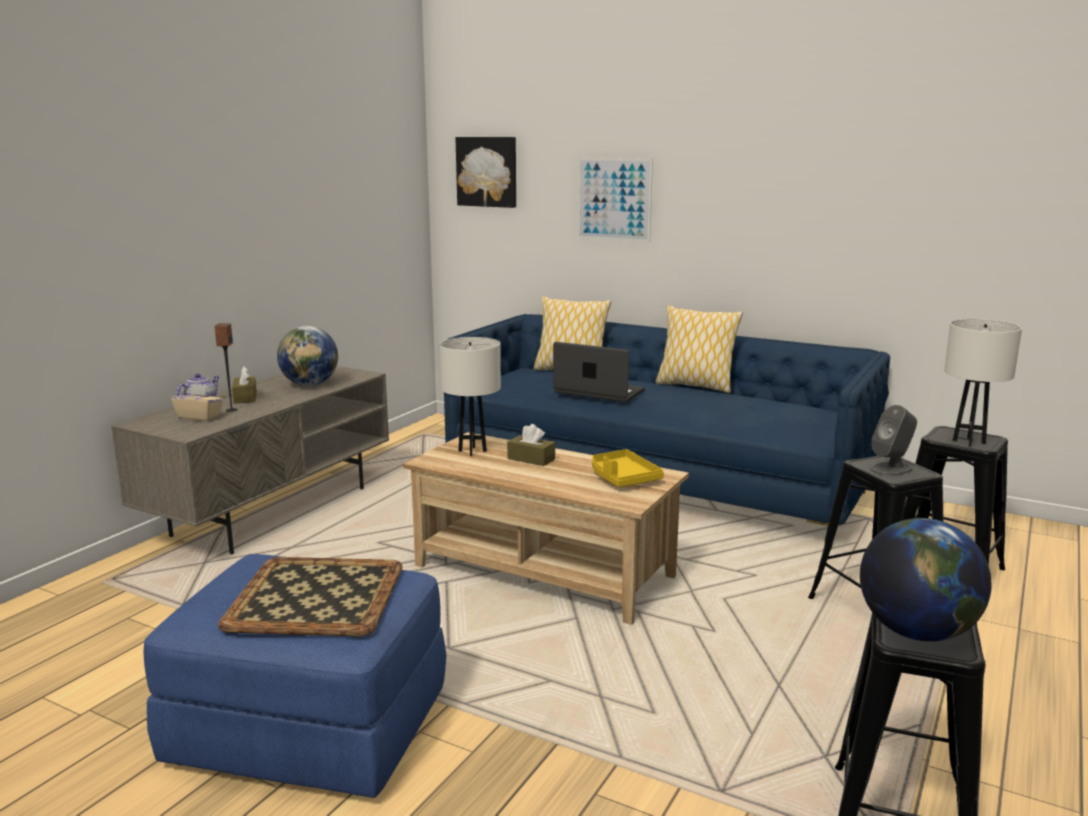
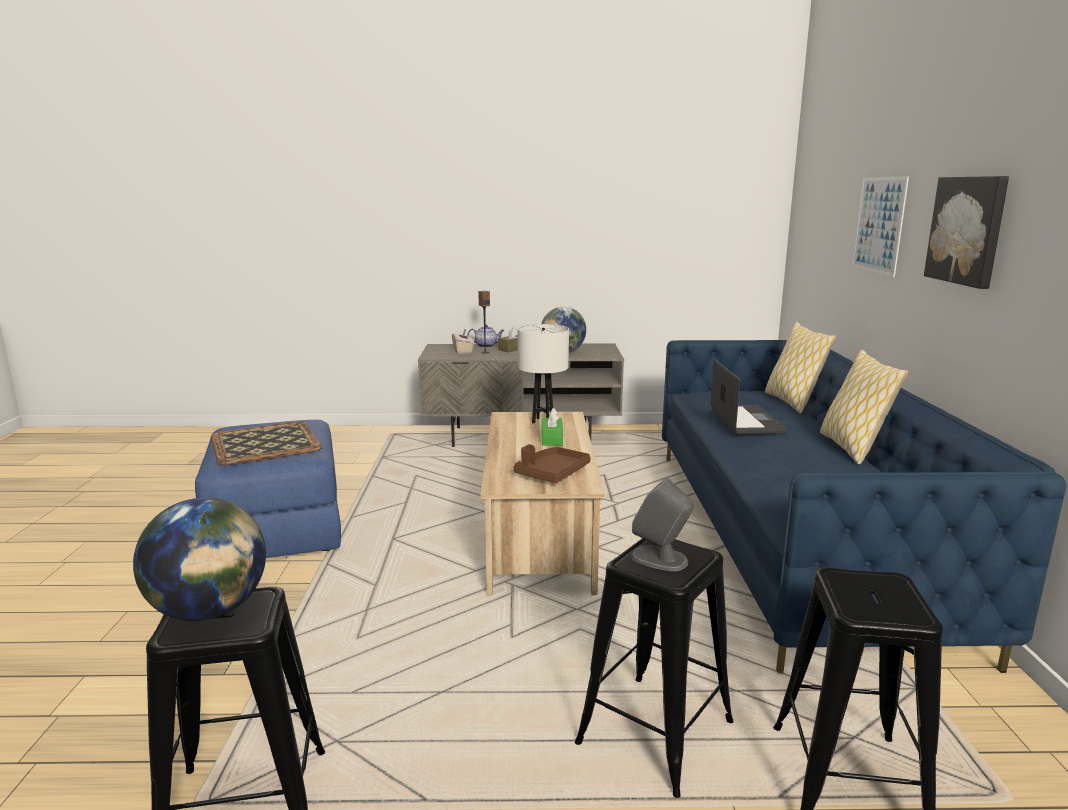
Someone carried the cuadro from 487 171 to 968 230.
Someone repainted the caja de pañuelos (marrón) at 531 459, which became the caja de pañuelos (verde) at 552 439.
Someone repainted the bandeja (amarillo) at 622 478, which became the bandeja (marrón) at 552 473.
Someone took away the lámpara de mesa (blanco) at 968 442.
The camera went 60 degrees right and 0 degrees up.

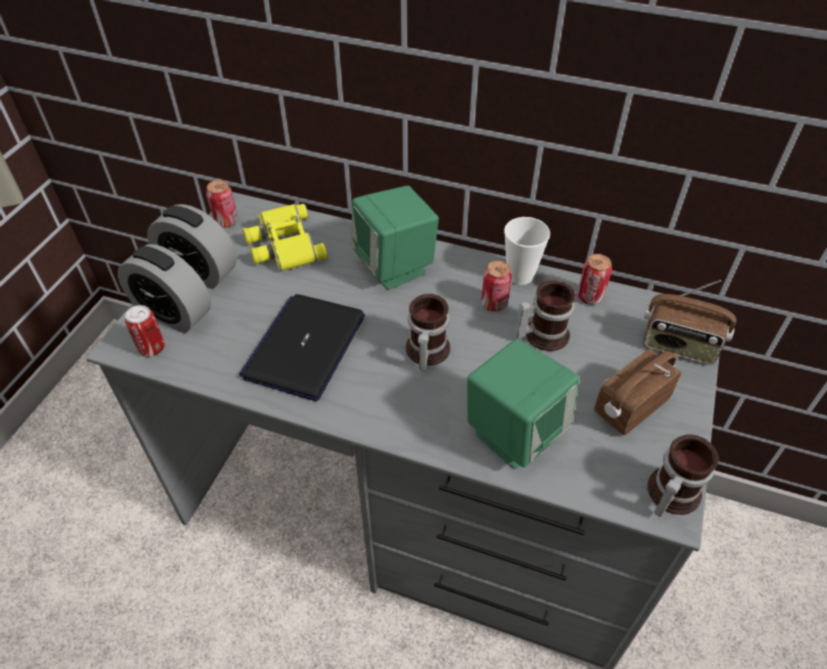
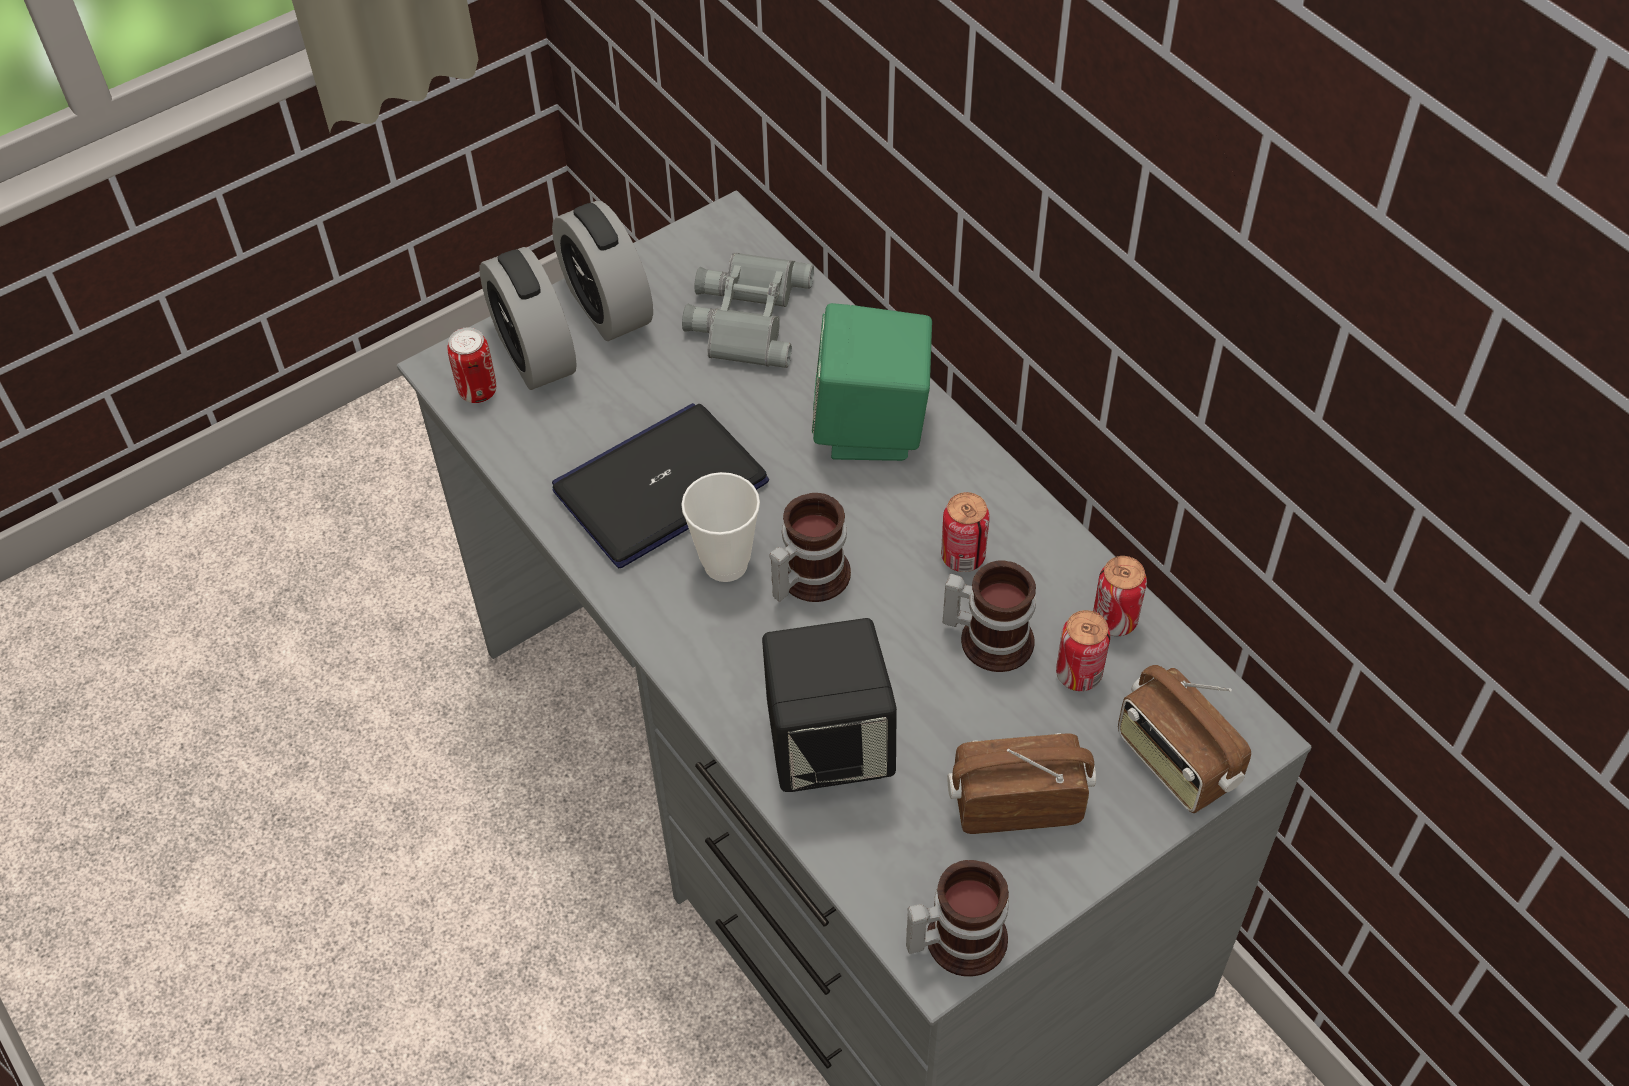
Someone carried the lata from 226 221 to 1078 674.
Someone repainted the prismáticos (amarillo) at 283 244, which became the prismáticos (gris) at 745 316.
Someone repainted the altavoz (verde) at 514 432, which became the altavoz (negro) at 829 747.
Someone carried the taza from 520 276 to 726 564.
The camera went 35 degrees right and 5 degrees up.

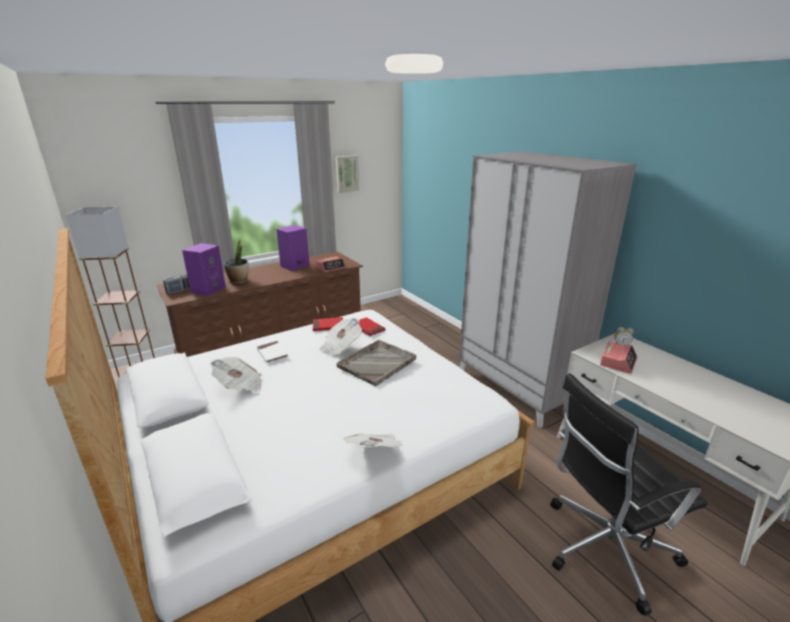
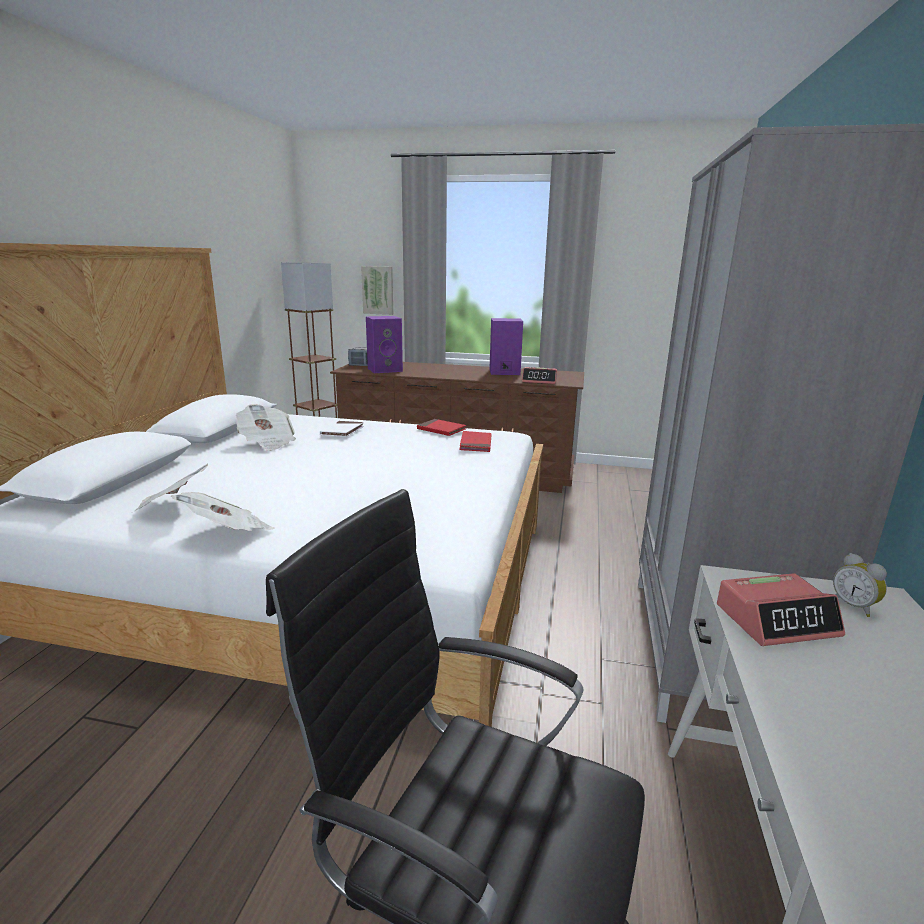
Someone took away the planta en maceta at 239 281.
Someone carried the periódico from 341 346 to 173 507.
Someone carried the cuadro from 347 174 to 378 290.
Someone took away the bandeja (gris) at 377 363.
The camera went 45 degrees right and 5 degrees down.

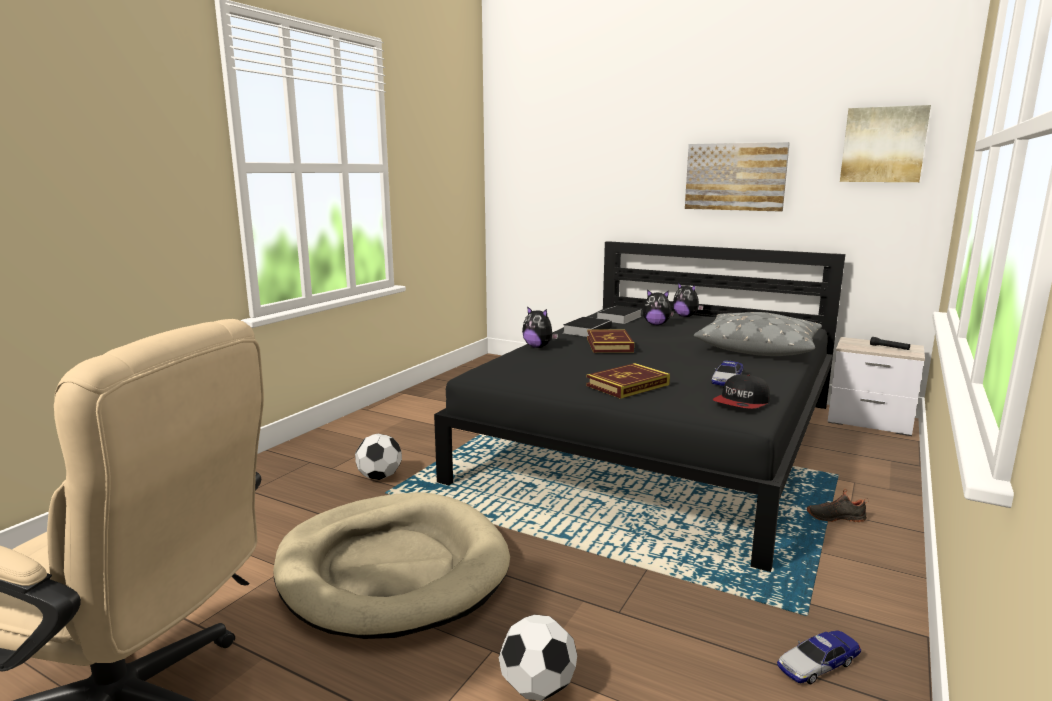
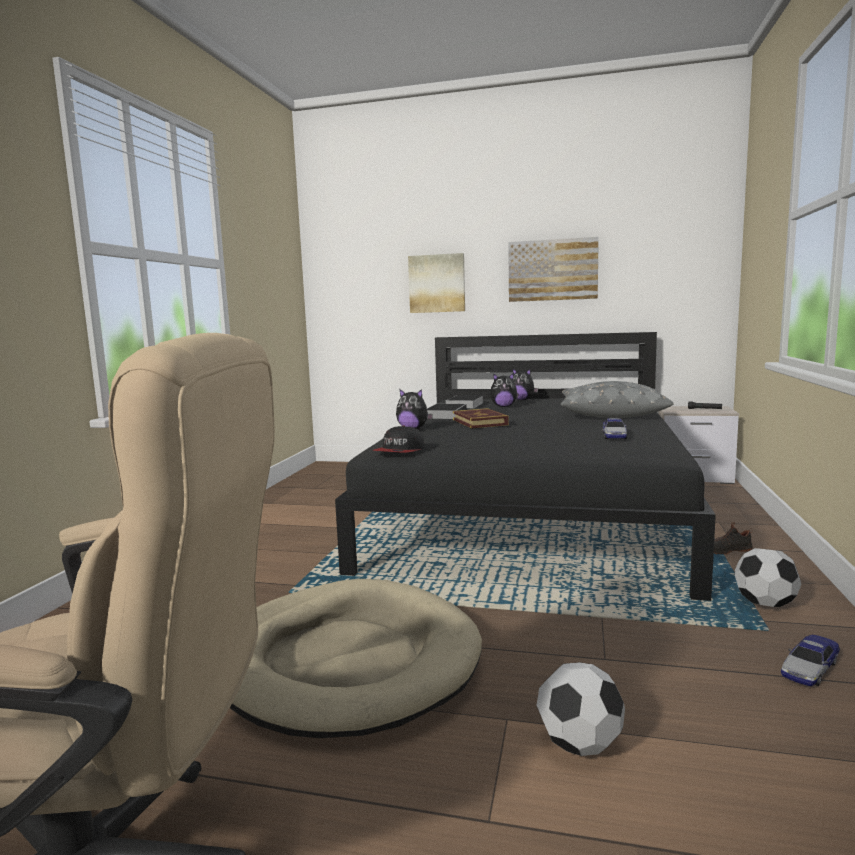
Someone carried the balón de fútbol from 380 477 to 765 604.
Someone took away the libro at 628 385.
Someone carried the gorra from 742 403 to 400 451.
Someone carried the cuadro from 883 145 to 437 283.
The camera went 15 degrees left and 5 degrees down.

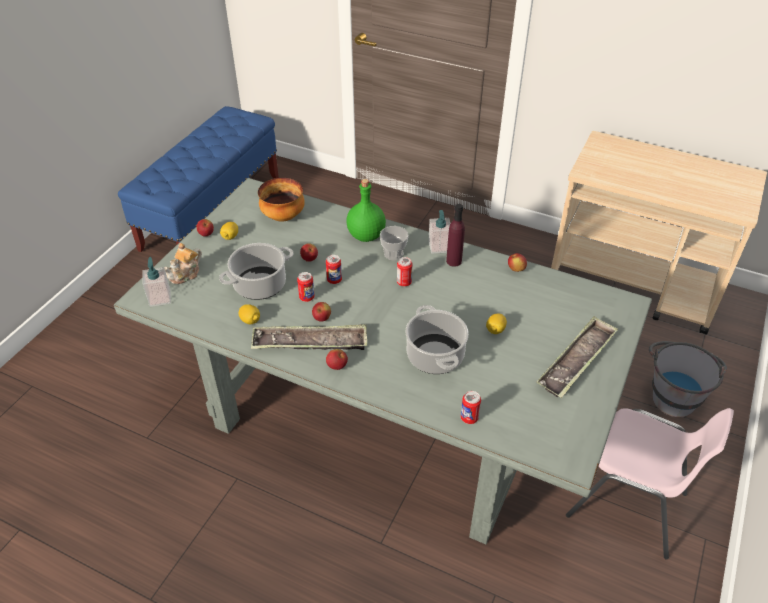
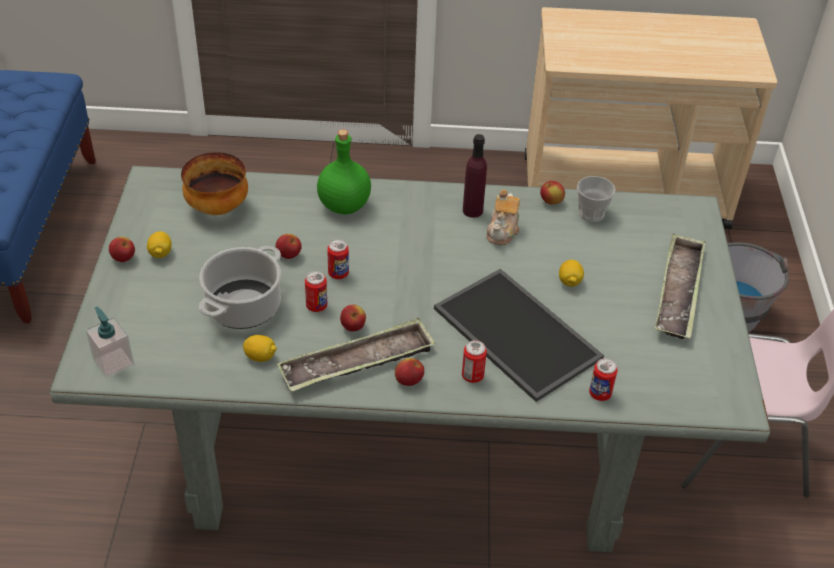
Someone carried the tetera from 186 274 to 503 231.
Someone carried the taza from 393 254 to 591 213.
Someone carried the lata from 404 282 to 472 376.
Someone swapped the olla at 435 356 for the bandeja at 520 333.
Someone took away the dispensador de jabón at 439 247.
The camera went 25 degrees left and 0 degrees up.

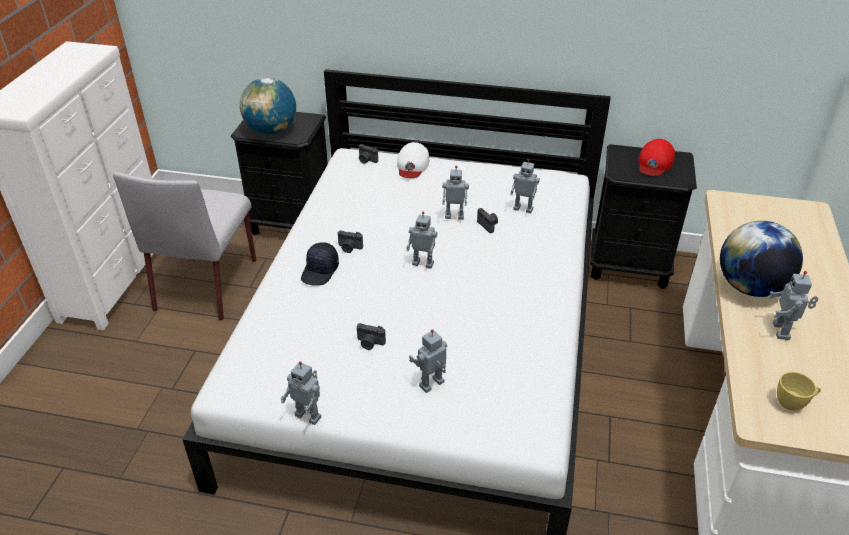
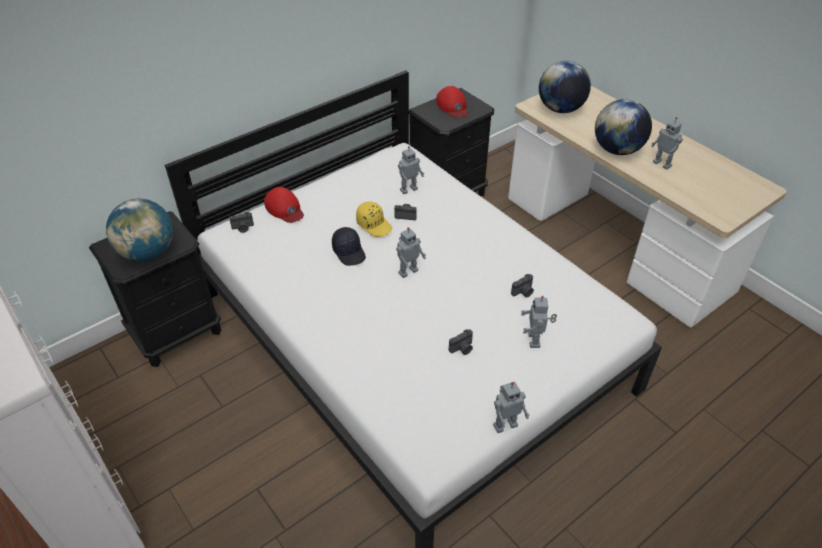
Someone took away the silla (gris) at 207 283.
Someone carried the gorra (negro) from 320 271 to 349 252.
Someone carried the cámara from 349 248 to 523 292.
Someone repainted the gorra (blanco) at 412 165, which became the gorra (rojo) at 284 208.
Someone swapped the robot de juguete at 454 216 for the gorra (amarillo) at 374 224.
Someone took away the taza (amarillo) at 793 403.
Someone put down the globo terráqueo at 560 109.
The camera went 50 degrees left and 5 degrees up.

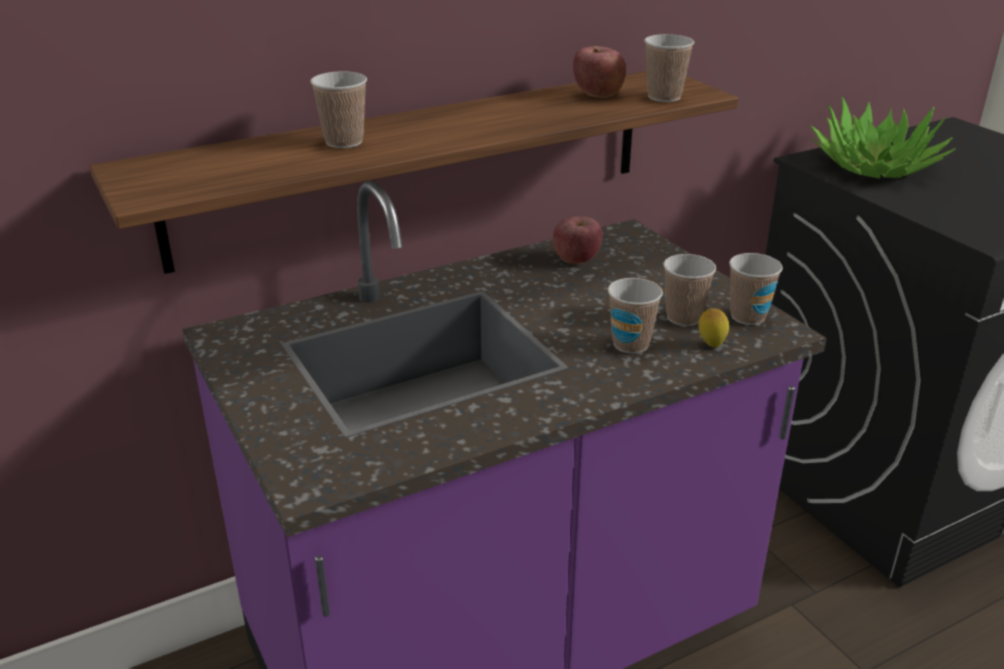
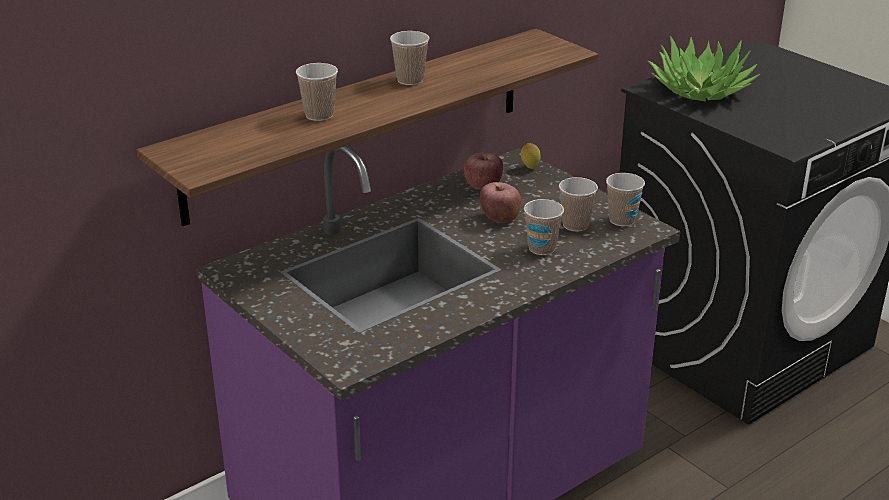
Someone carried the manzana from 597 94 to 499 218.
Someone carried the taza from 664 97 to 410 80.
Someone carried the limón from 711 344 to 530 167.
The camera went 10 degrees left and 0 degrees up.

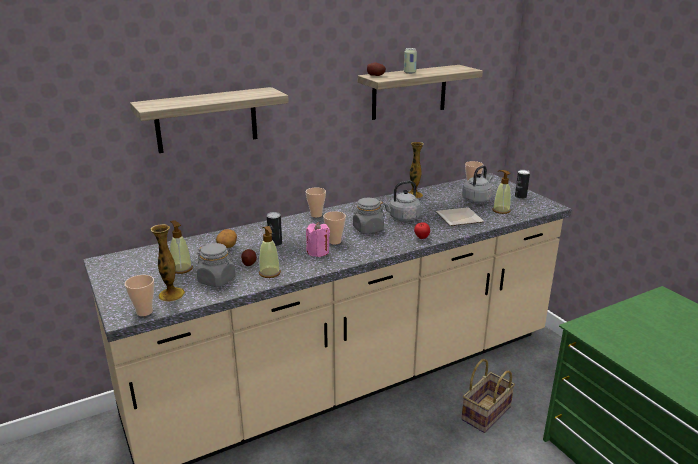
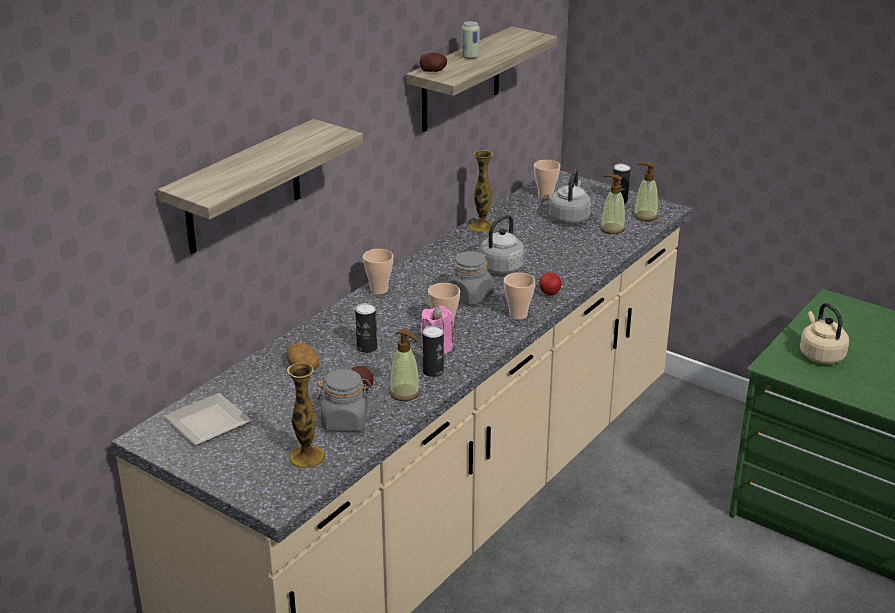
Someone carried the taza from 144 312 to 518 315.
Someone carried the dispensador de jabón from 181 269 to 645 216.
Someone carried the plato from 457 219 to 205 423.
Someone took away the cesta at 486 414.
Someone put down the lata at 433 371.
Someone put down the hervidor (beis) at 820 354.
The camera went 25 degrees left and 5 degrees up.

